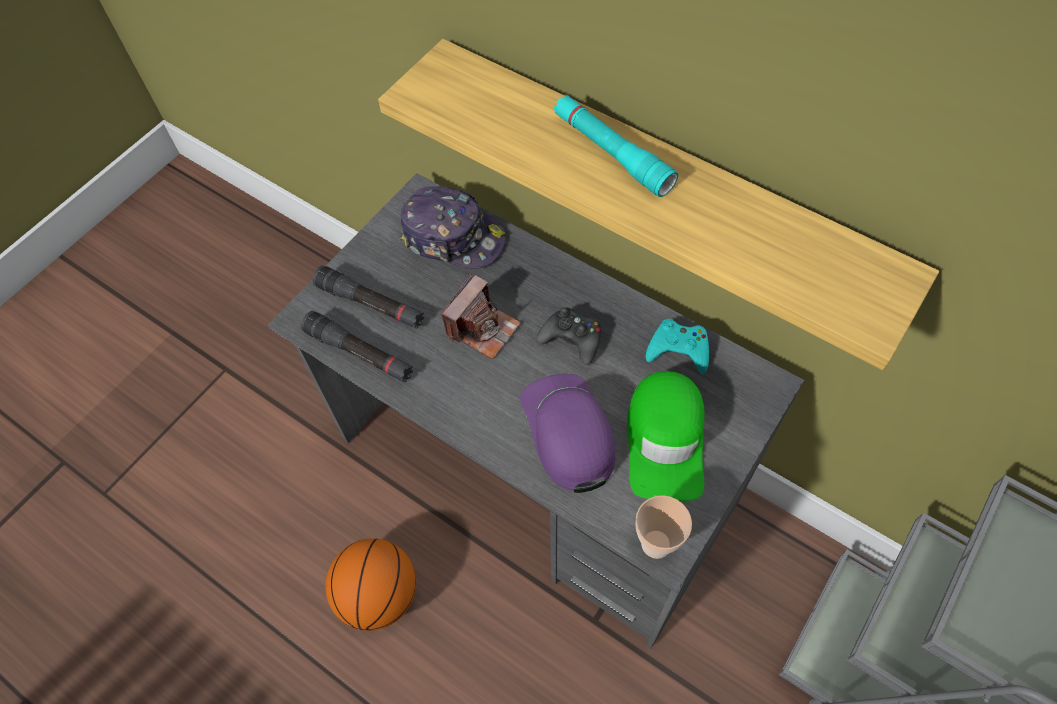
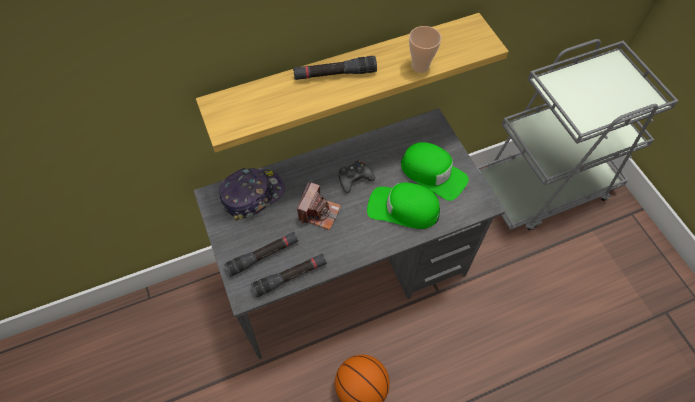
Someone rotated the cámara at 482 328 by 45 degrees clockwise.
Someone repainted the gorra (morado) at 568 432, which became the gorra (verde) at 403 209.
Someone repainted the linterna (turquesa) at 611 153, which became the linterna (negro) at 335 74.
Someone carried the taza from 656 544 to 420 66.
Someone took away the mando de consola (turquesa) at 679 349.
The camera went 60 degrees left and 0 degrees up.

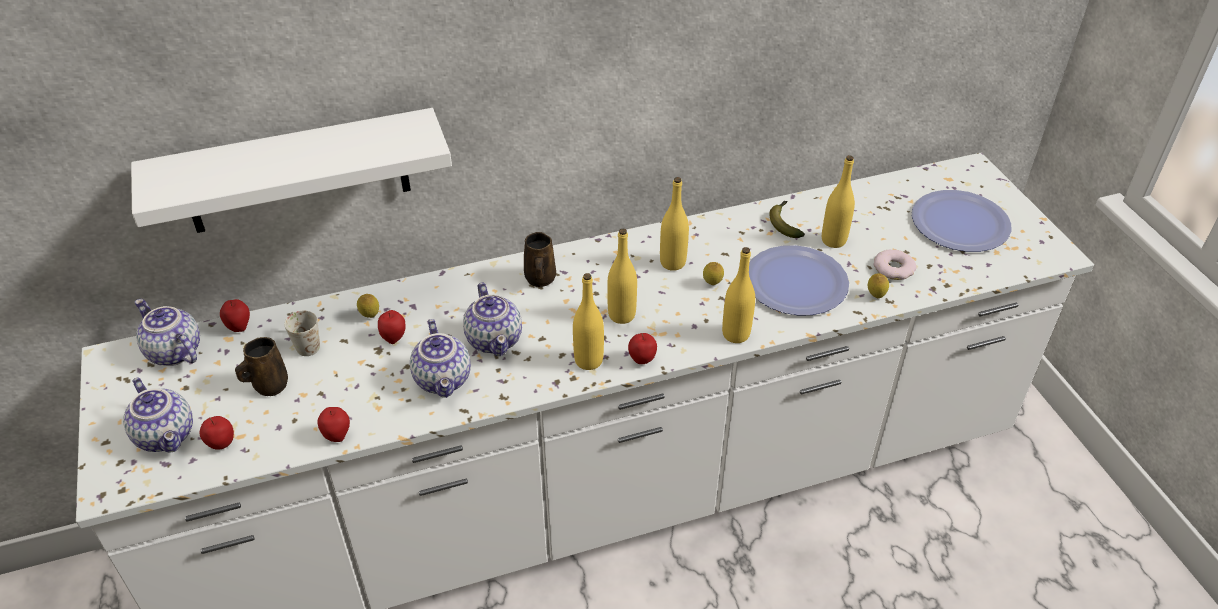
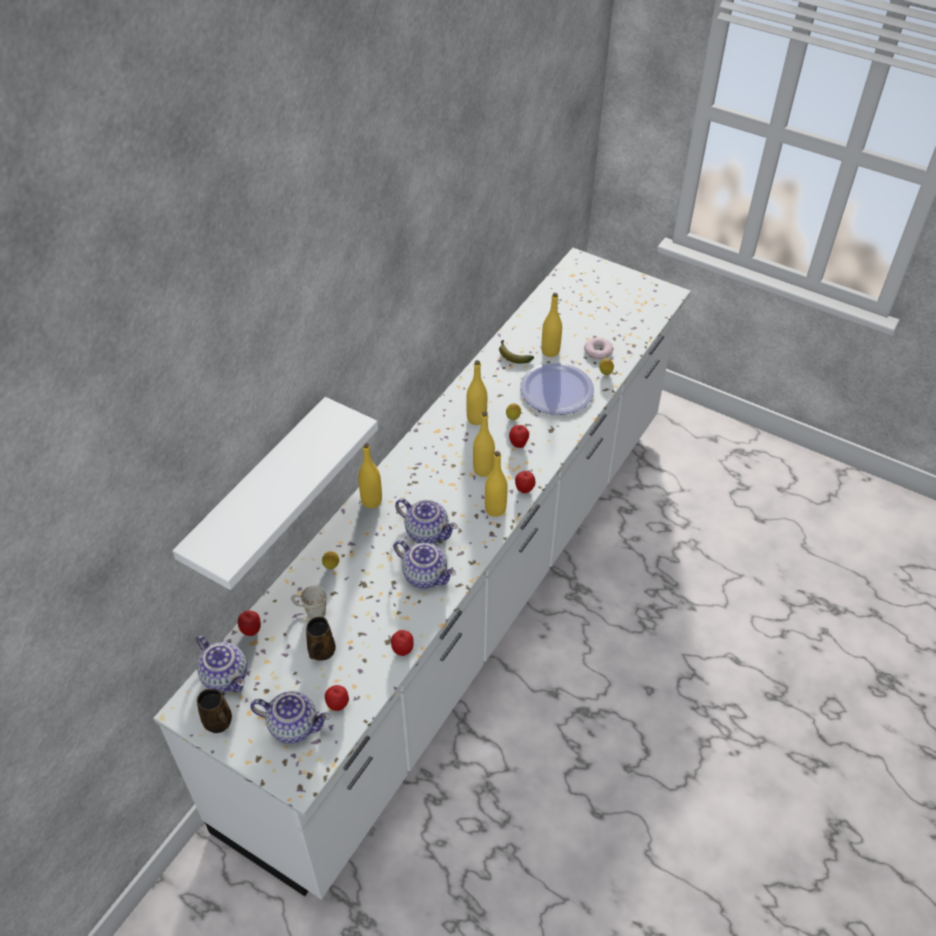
Someone rotated the tetera at 173 352 by 135 degrees counterclockwise.
Someone carried the manzana from 394 338 to 518 444.
Someone carried the taza grande (marrón) from 540 279 to 219 723.
Someone carried the botella (amarillo) from 736 334 to 371 501.
Someone took away the plato at 960 223.
The camera went 40 degrees left and 5 degrees up.

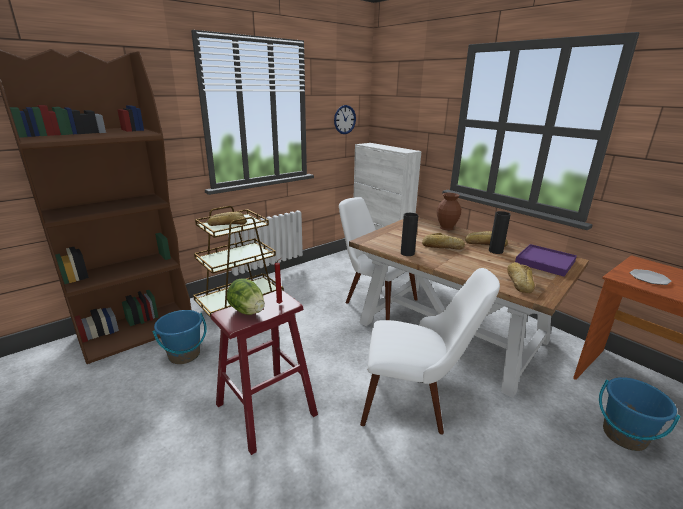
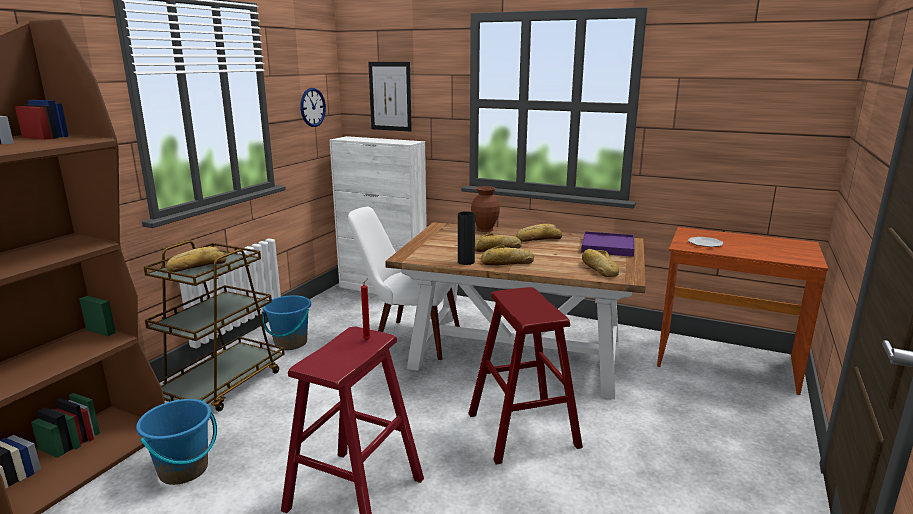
Someone took away the lechuga at 247 311.
Someone swapped the silla (blanco) at 415 400 for the taburete (rojo) at 523 430.
Someone took away the florero (negro) at 495 251.
Someone carried the cubo (azul) from 624 435 to 290 343.
Someone put up the cuadro at 390 96.
Someone put down the pan at 507 262.
The camera went 25 degrees left and 5 degrees down.

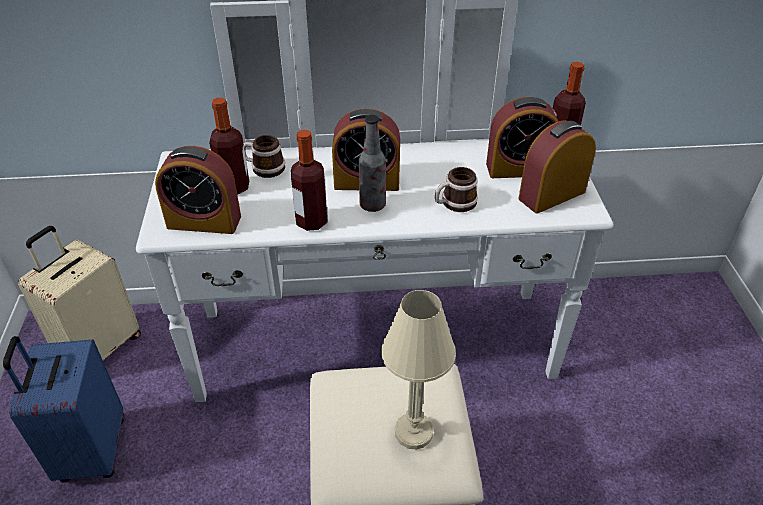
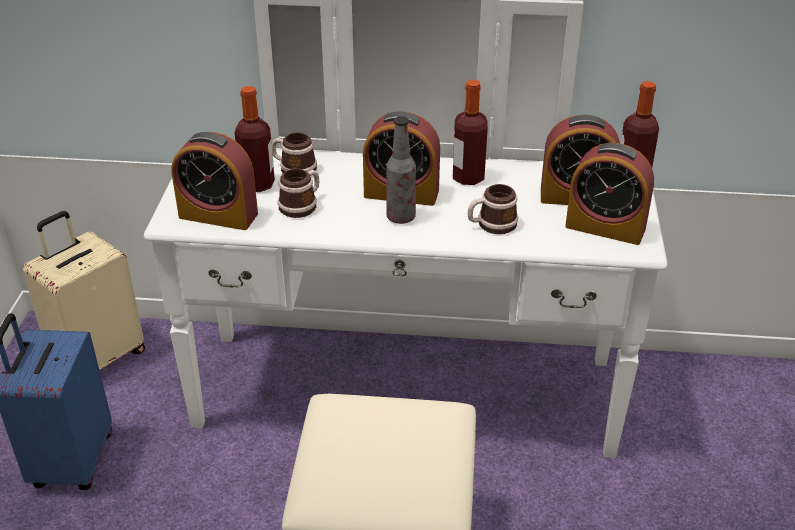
Someone carried the botella from 311 221 to 468 177.
Someone took away the lámpara de mesa (beis) at 413 432.
Someone rotated the despertador at 552 195 by 135 degrees counterclockwise.
Someone put down the taza grande at 302 205.
The camera went 10 degrees right and 5 degrees down.

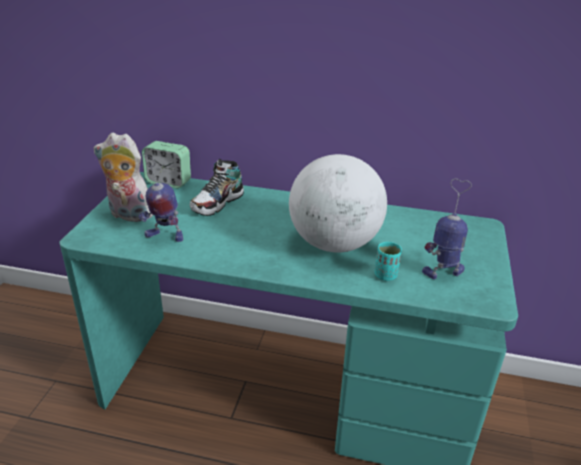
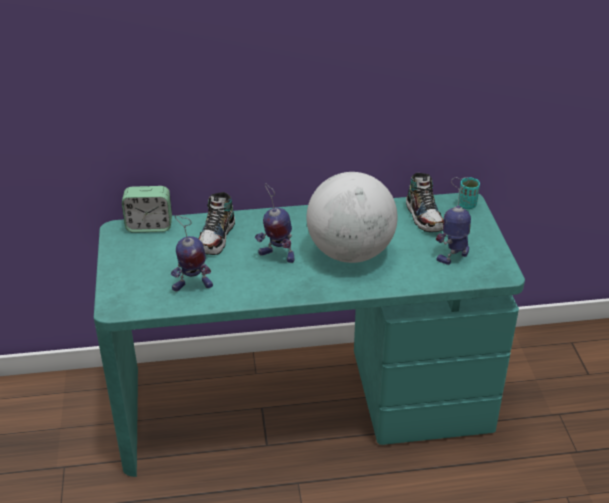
Someone took away the peluche at 128 215.
Someone carried the taza (turquesa) from 385 275 to 467 205.
Someone put down the robot de juguete at 276 255.
Someone put down the zapato at 424 217.
The camera went 20 degrees left and 5 degrees up.

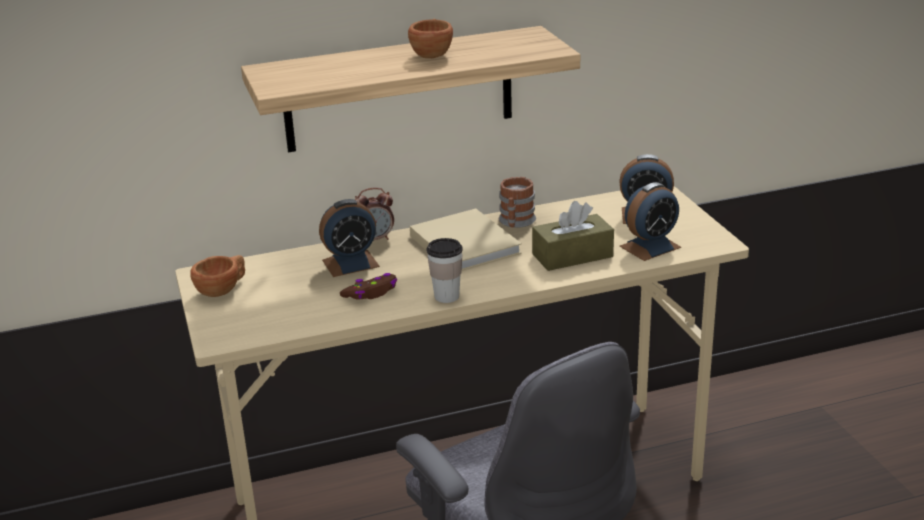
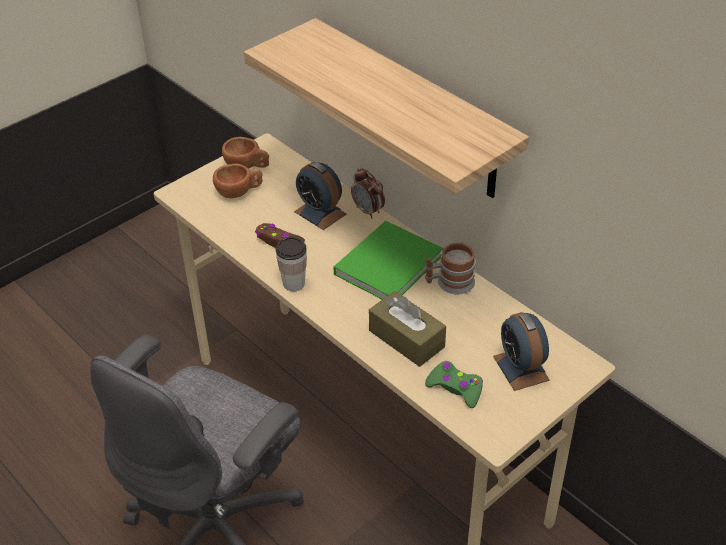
Someone carried the taza (marrón) from 432 54 to 239 192.
Someone repainted the libro (beis) at 463 243, which became the libro (verde) at 390 263.
Someone swapped the despertador at 650 247 for the mando de consola (verde) at 455 388.
The camera went 65 degrees right and 15 degrees up.

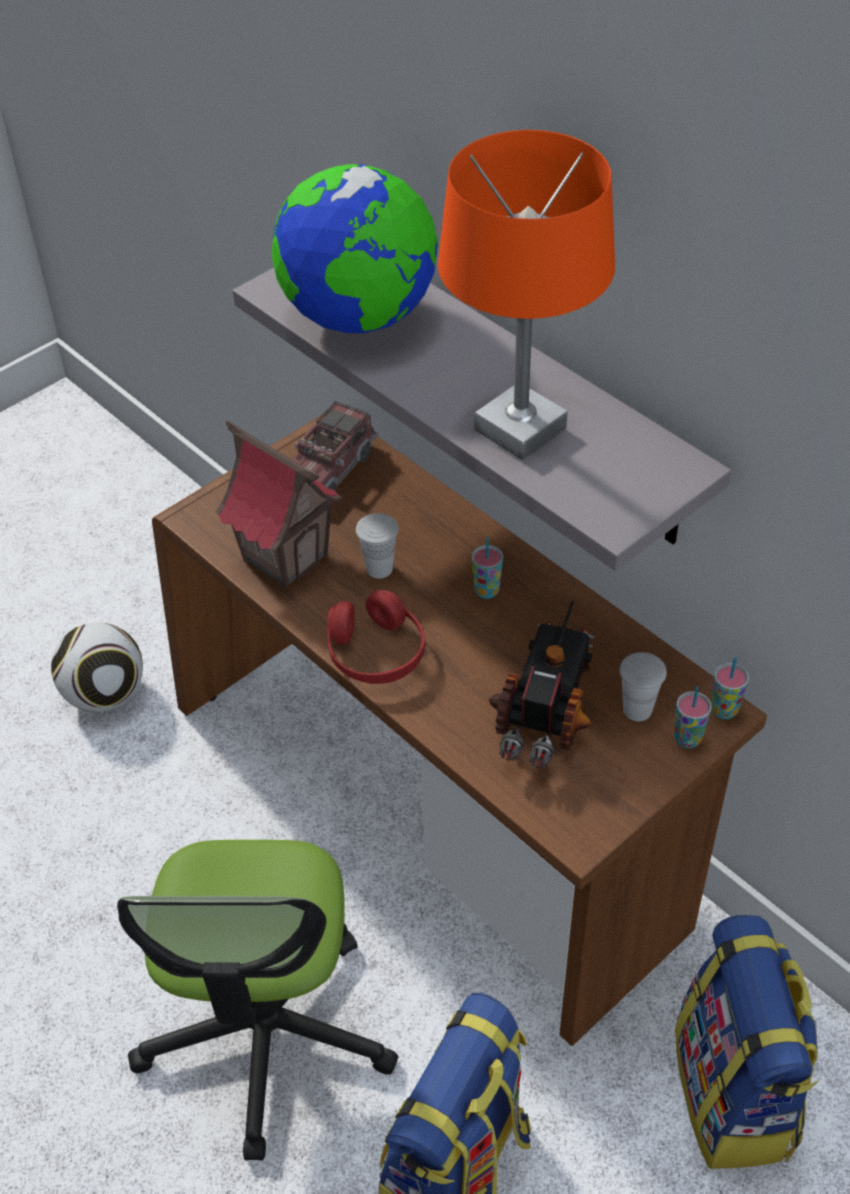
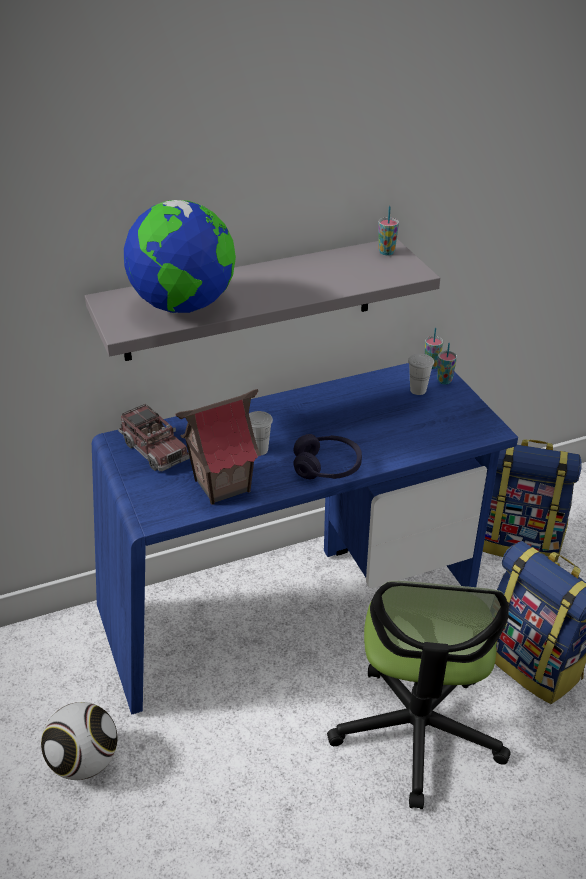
Someone rotated the silla de oficina at 266 1034 by 75 degrees clockwise.
Someone repainted the escritorio (marrón) at 431 811, which became the escritorio (azul) at 292 605.
Someone repainted the auriculares (rojo) at 376 652, which became the auriculares (morado) at 327 467.
Someone took away the lámpara de mesa (naranja) at 521 429.
Someone carried the taza from 486 591 to 386 252.
Someone took away the camión de juguete at 547 709.
The camera went 70 degrees left and 10 degrees down.

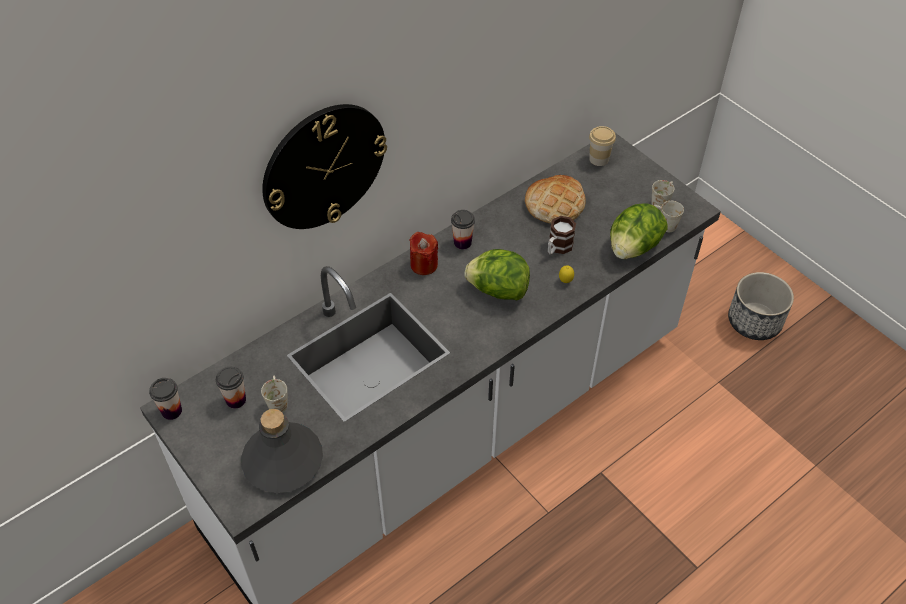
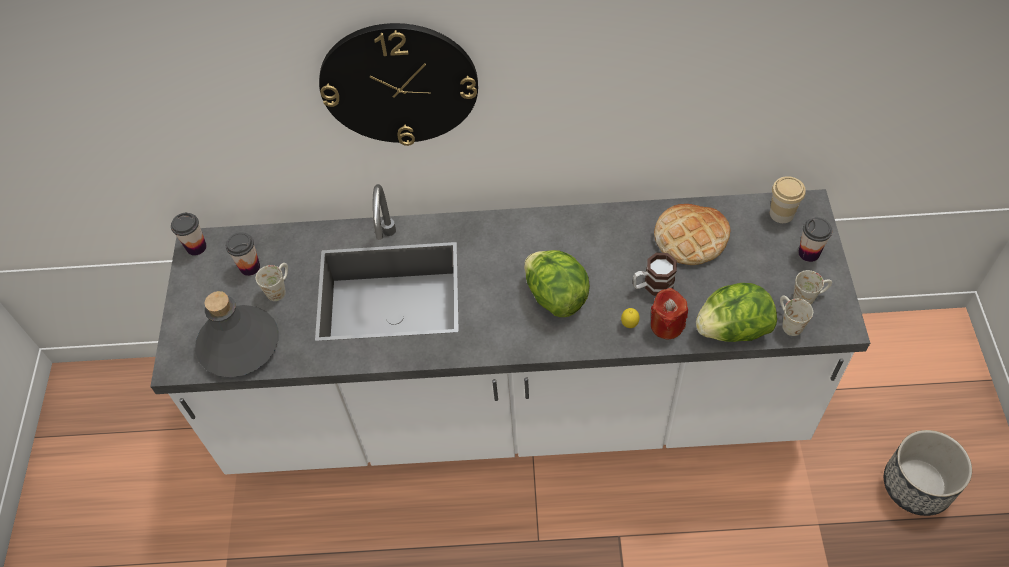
Someone carried the vela (rojo) from 424 265 to 666 325.
Someone carried the taza from 462 242 to 809 253.
The camera went 40 degrees right and 5 degrees up.

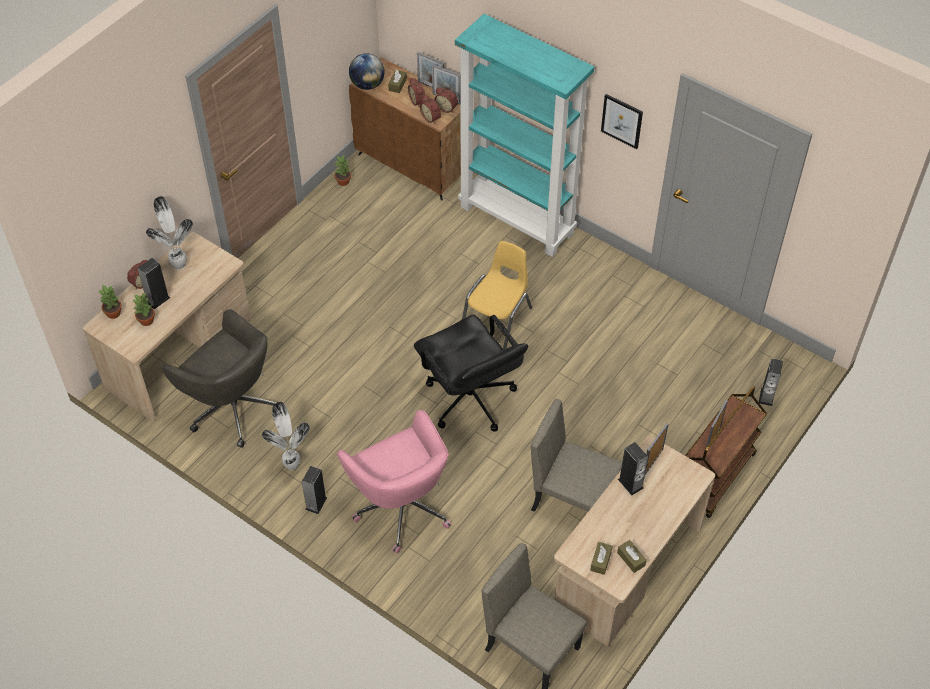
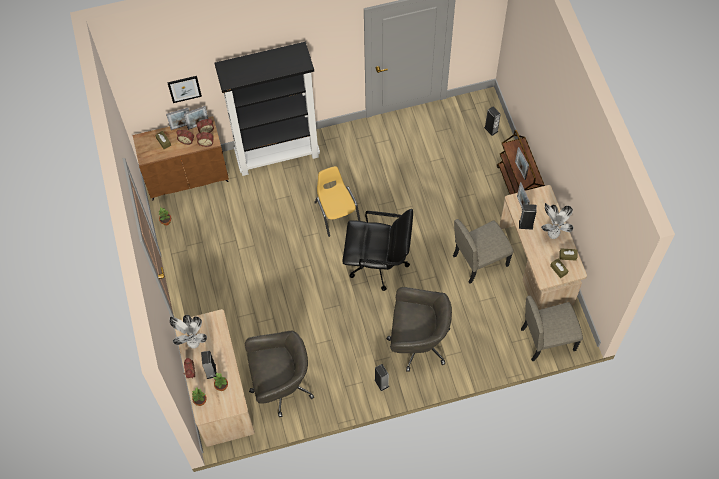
Someone carried the planta en maceta from 291 463 to 551 235.
Someone repainted the silla de oficina (rosa) at 401 506, which became the silla de oficina (gris) at 417 342.
Someone took away the globo terráqueo at 367 85.
Someone repainted the estantería (turquesa) at 518 220, which became the estantería (negro) at 278 155.
Someone carried the cuadro from 622 121 to 184 88.
The camera went 50 degrees left and 10 degrees up.

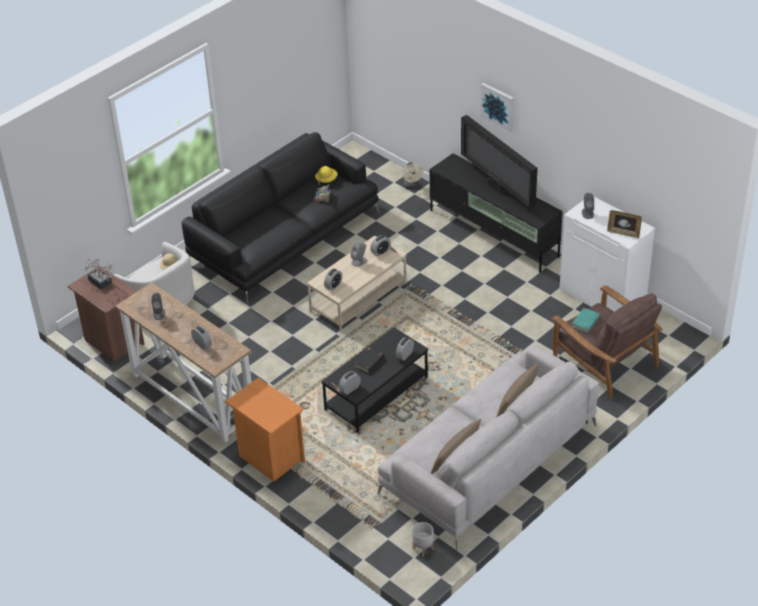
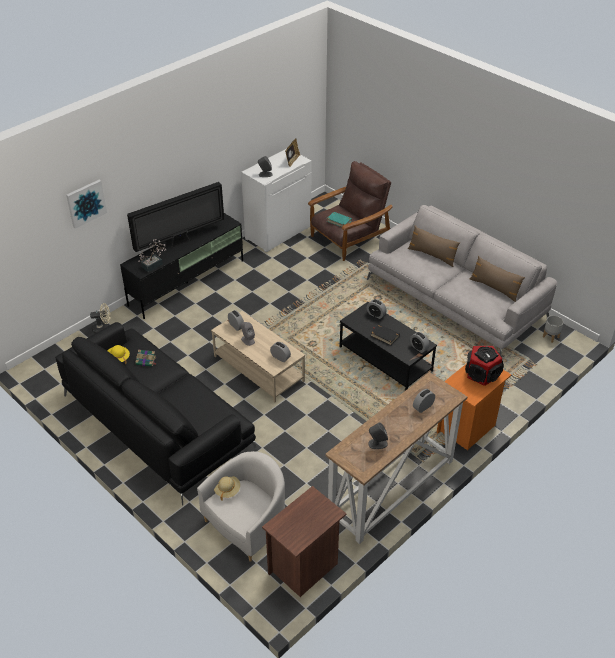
Someone carried the planta en maceta from 101 283 to 154 264.
Someone carried the cuadro from 498 106 to 86 203.
Someone put down the altavoz at 481 374.
The camera went 90 degrees left and 0 degrees up.

